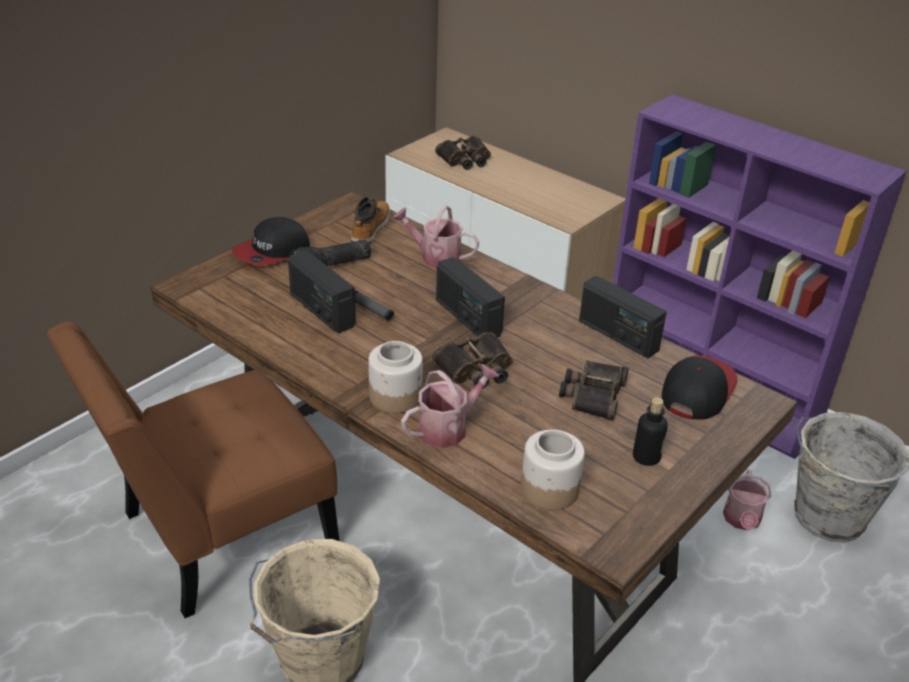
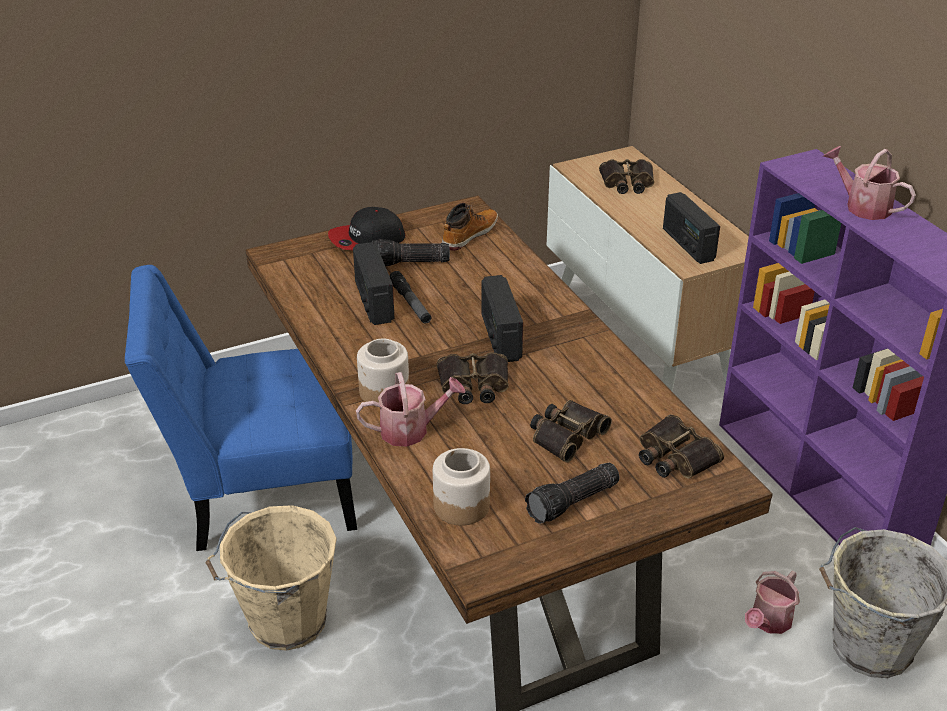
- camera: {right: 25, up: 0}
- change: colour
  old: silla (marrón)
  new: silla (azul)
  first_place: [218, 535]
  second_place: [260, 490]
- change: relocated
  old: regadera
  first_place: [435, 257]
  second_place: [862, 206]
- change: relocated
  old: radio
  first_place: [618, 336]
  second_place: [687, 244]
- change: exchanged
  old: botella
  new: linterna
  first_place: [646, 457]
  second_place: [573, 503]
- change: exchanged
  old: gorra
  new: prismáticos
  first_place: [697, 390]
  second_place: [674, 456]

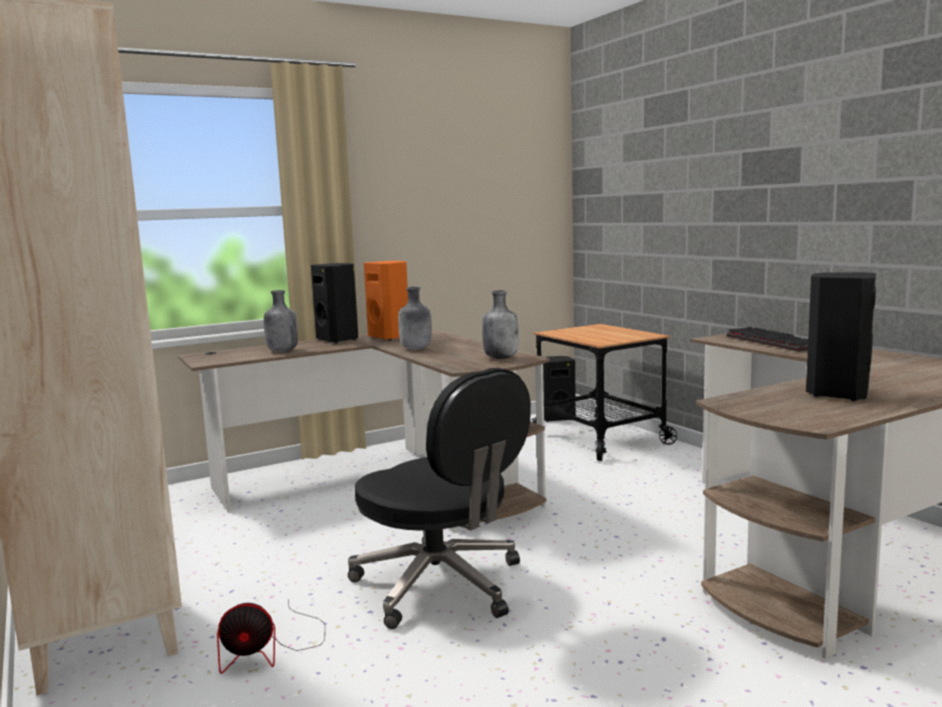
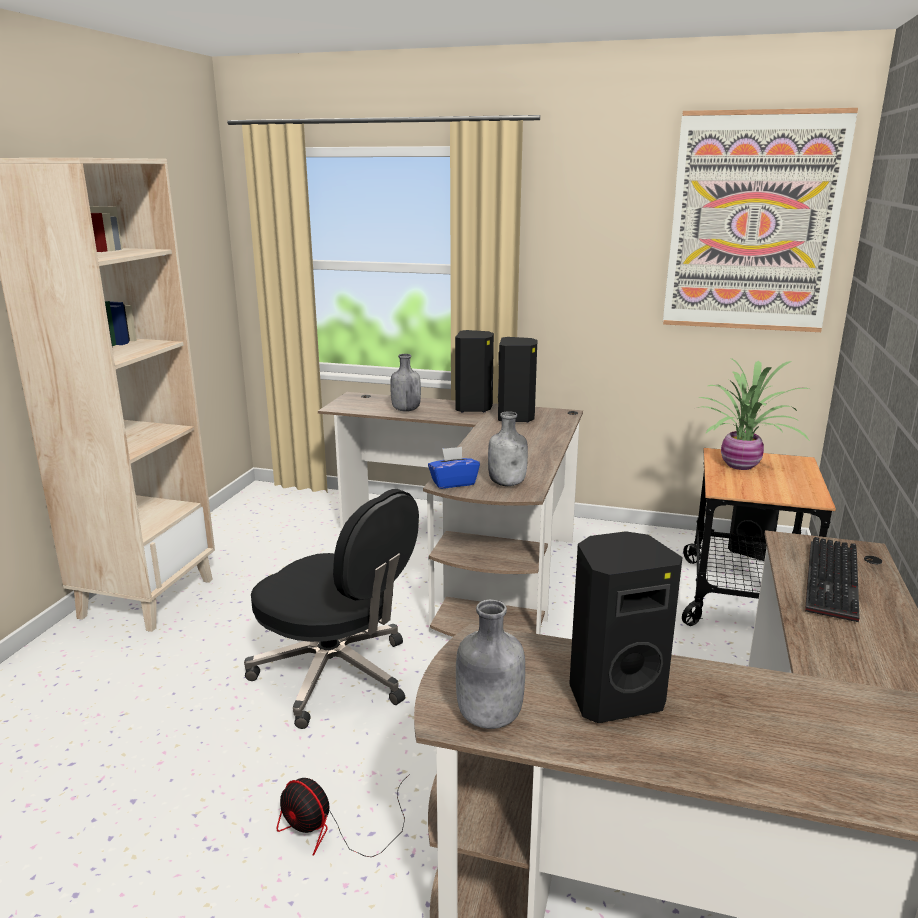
- camera: {right: 45, up: 10}
- change: relocated
  old: ventilador
  first_place: [270, 649]
  second_place: [335, 830]
- change: spun
  old: silla de oficina (negro)
  first_place: [441, 585]
  second_place: [336, 675]
  degrees: -60
- change: colour
  old: altavoz (naranja)
  new: altavoz (negro)
  first_place: [391, 337]
  second_place: [516, 418]
- change: relocated
  old: botella (gris)
  first_place: [416, 349]
  second_place: [488, 718]
- change: appeared
  new: caja de pañuelos (azul)
  second_place: [453, 483]
- change: appeared
  new: cuadro
  second_place: [753, 223]
- change: appeared
  new: planta en maceta
  second_place: [741, 466]

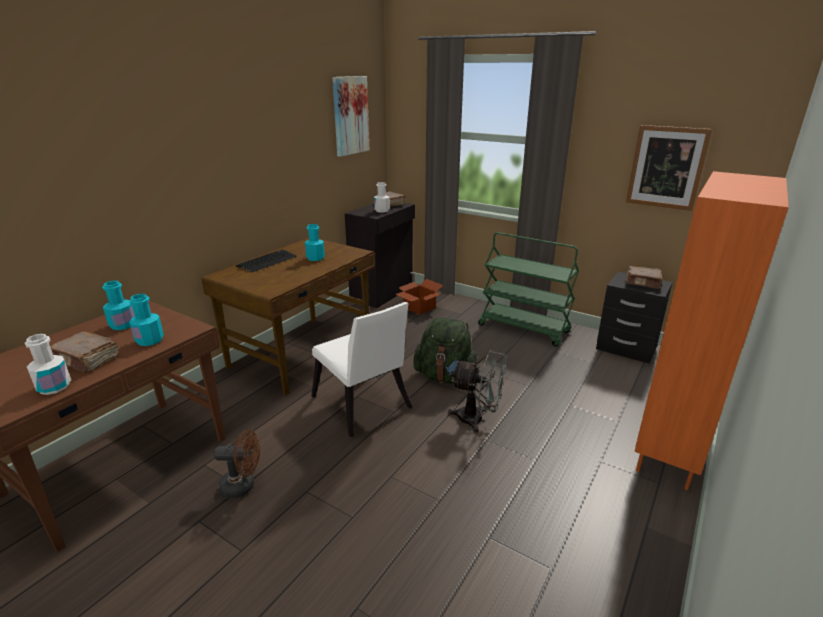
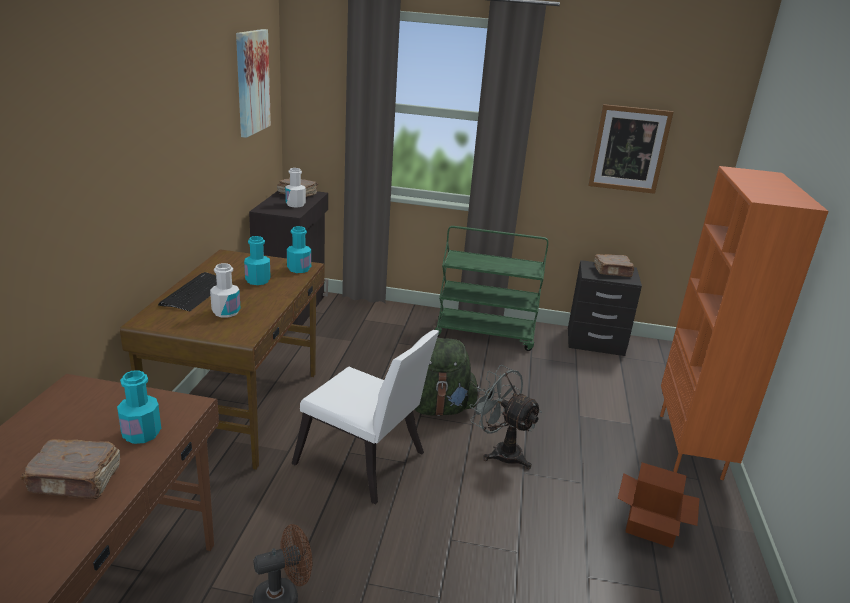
- camera: {right: -25, up: 0}
- change: relocated
  old: botella (blanco)
  first_place: [54, 387]
  second_place: [226, 312]
- change: relocated
  old: botella (turquesa)
  first_place: [123, 325]
  second_place: [299, 269]
- change: relocated
  old: caja de cartón
  first_place: [418, 307]
  second_place: [649, 526]
- change: spun
  old: ventilador (gris)
  first_place: [477, 419]
  second_place: [500, 451]
  degrees: -135

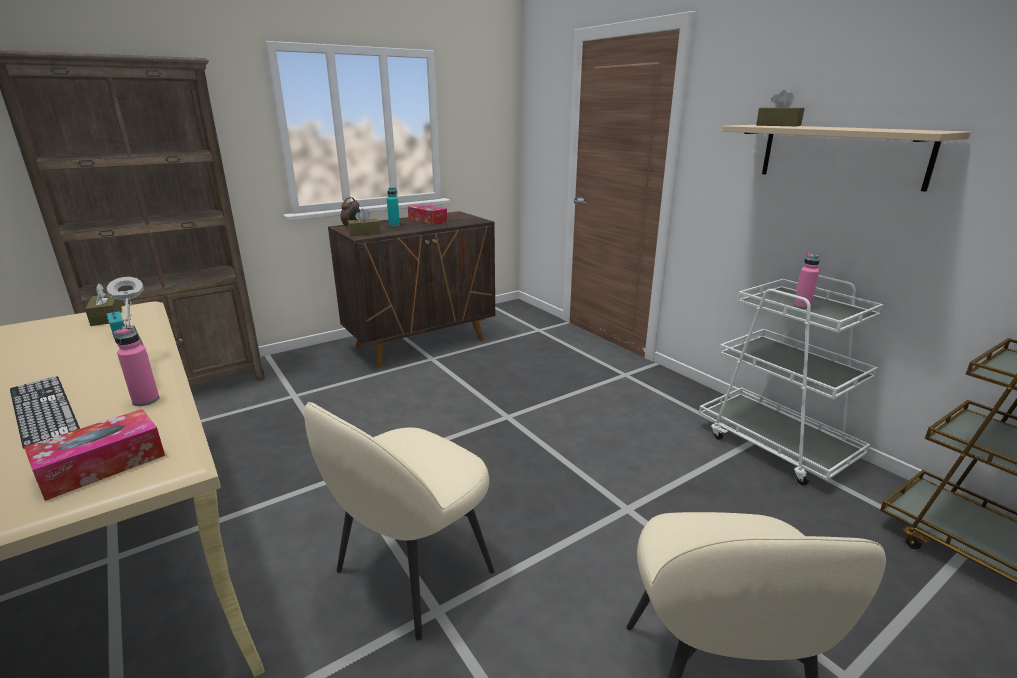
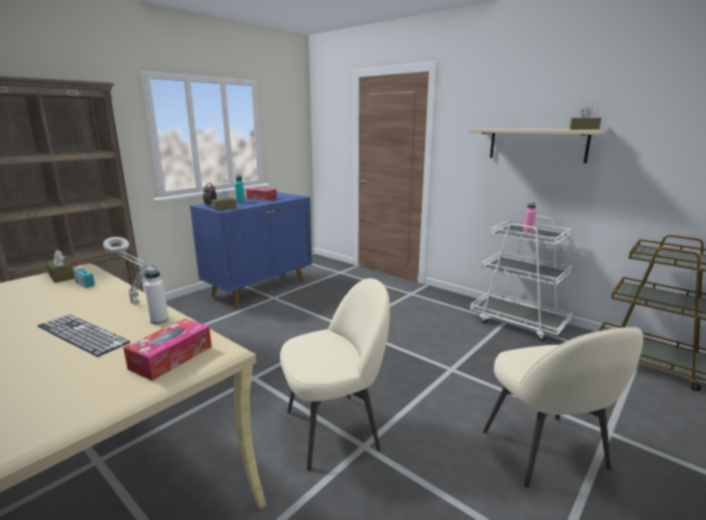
- camera: {right: -15, up: -5}
- change: colour
  old: botella (rosa)
  new: botella (blanco)
  first_place: [146, 400]
  second_place: [159, 320]
- change: spun
  old: silla (beis)
  first_place: [411, 574]
  second_place: [334, 428]
  degrees: -135
- change: colour
  old: armario (marrón)
  new: armario (azul)
  first_place: [422, 342]
  second_place: [260, 288]
- change: relocated
  old: caja de pañuelos (marrón)
  first_place: [778, 125]
  second_place: [584, 129]

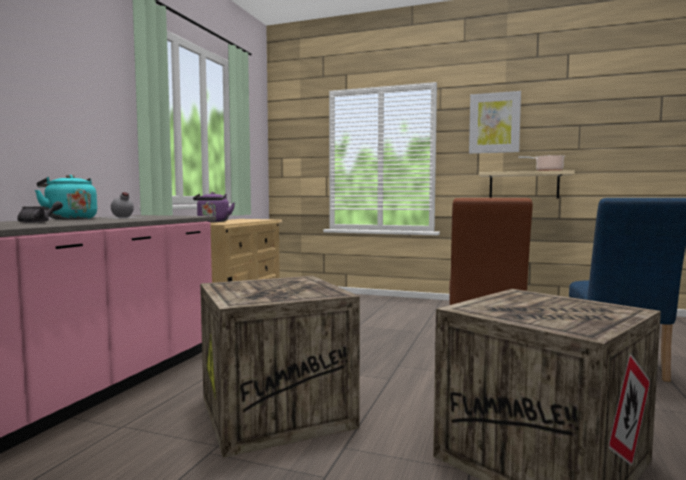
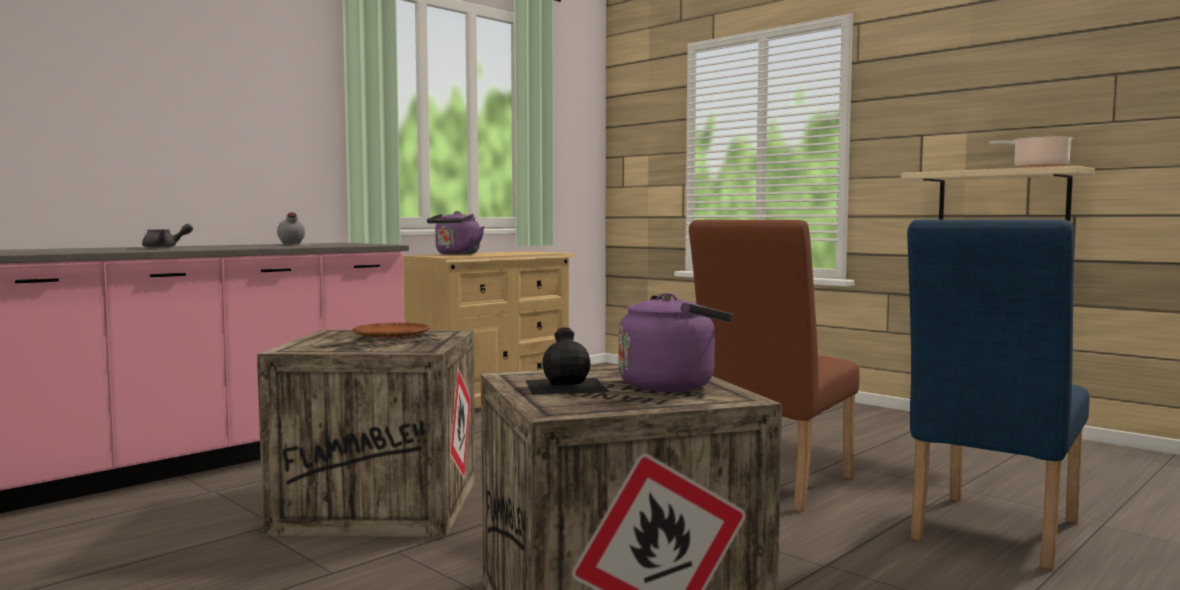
- camera: {right: 25, up: 0}
- change: missing
  old: hervidor (turquesa)
  first_place: [69, 219]
- change: missing
  old: cuadro
  first_place: [494, 123]
- change: appeared
  new: plato (marrón)
  second_place: [391, 335]
- change: appeared
  new: botella (negro)
  second_place: [567, 385]
- change: appeared
  new: hervidor (morado)
  second_place: [672, 385]

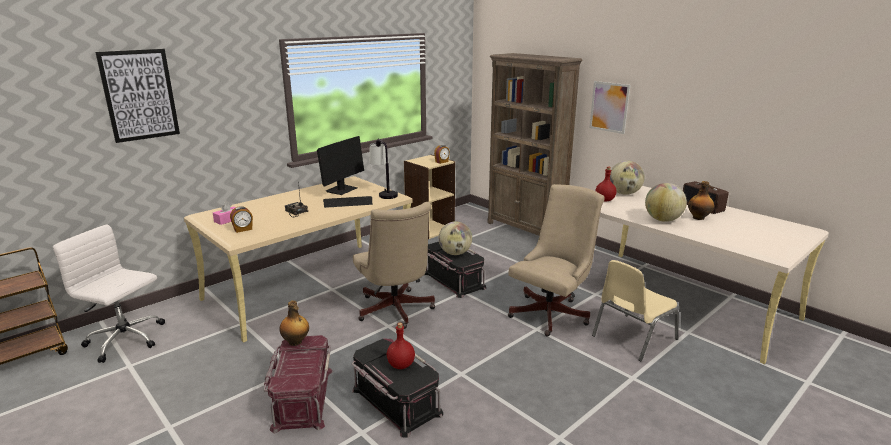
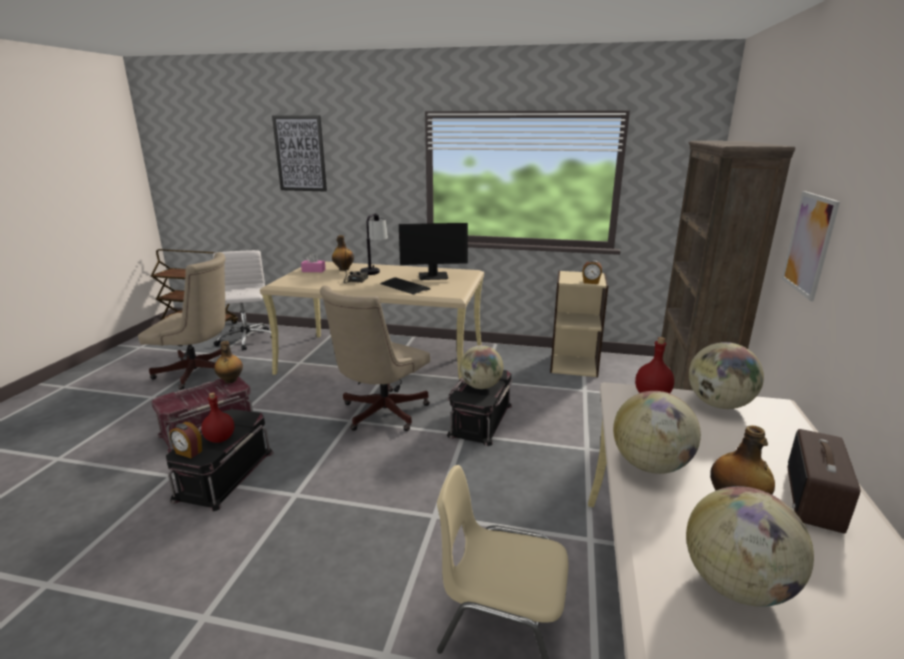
- camera: {right: 55, up: 0}
- change: relocated
  old: despertador
  first_place: [243, 229]
  second_place: [188, 452]
- change: relocated
  old: lámpara de mesa
  first_place: [383, 193]
  second_place: [374, 270]
- change: relocated
  old: silla de oficina (beis)
  first_place: [552, 313]
  second_place: [200, 373]
- change: appeared
  new: botella
  second_place: [343, 269]
- change: appeared
  new: globo terráqueo
  second_place: [736, 585]

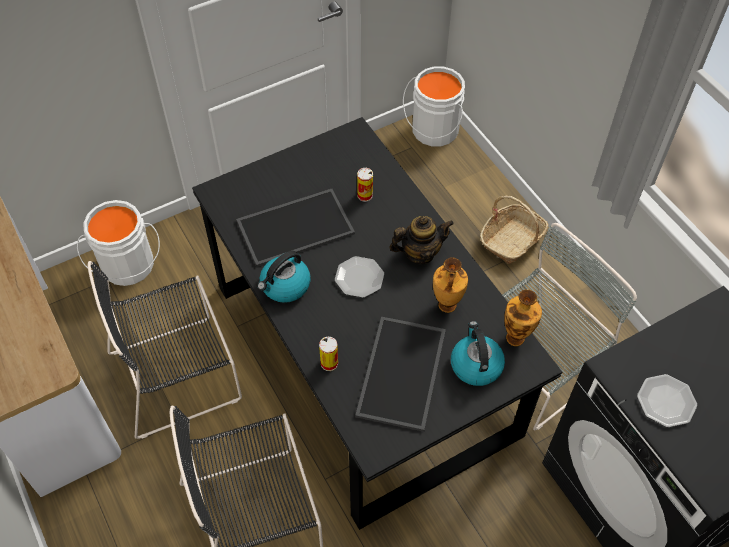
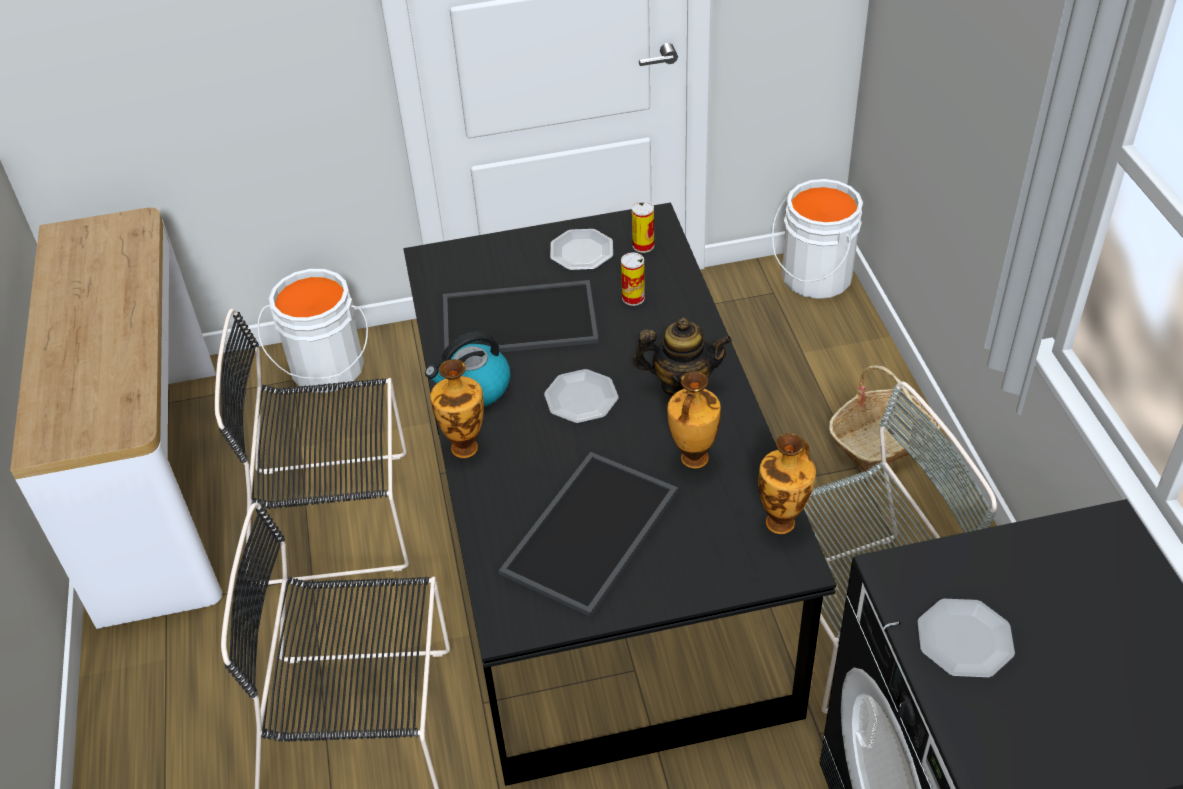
- camera: {right: 20, up: -10}
- change: relocated
  old: lata
  first_place: [329, 363]
  second_place: [643, 245]
- change: missing
  old: hervidor
  first_place: [475, 365]
- change: appeared
  new: florero
  second_place: [465, 446]
- change: appeared
  new: plato
  second_place: [581, 252]

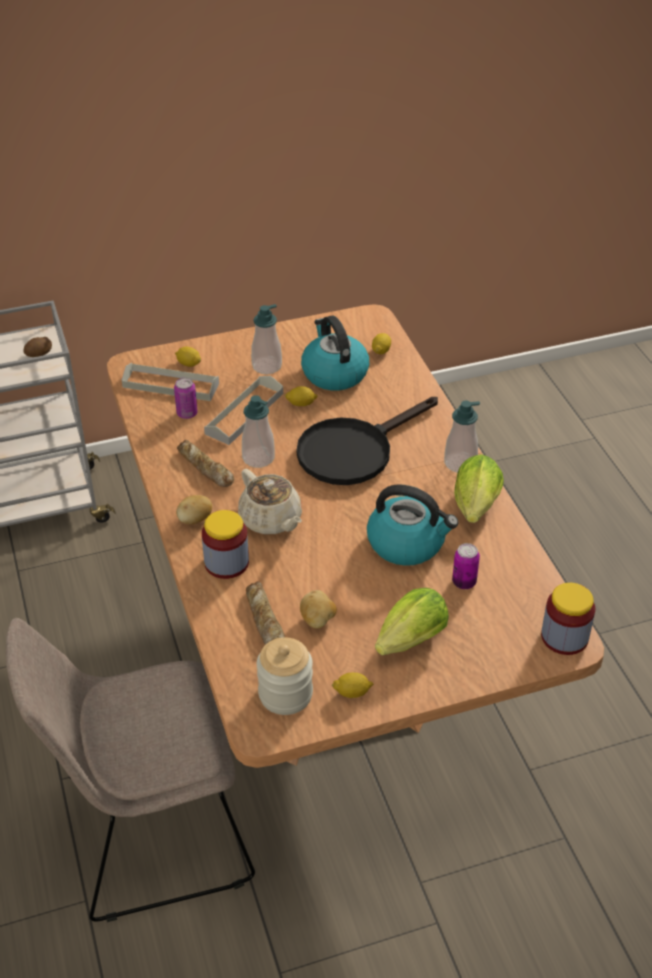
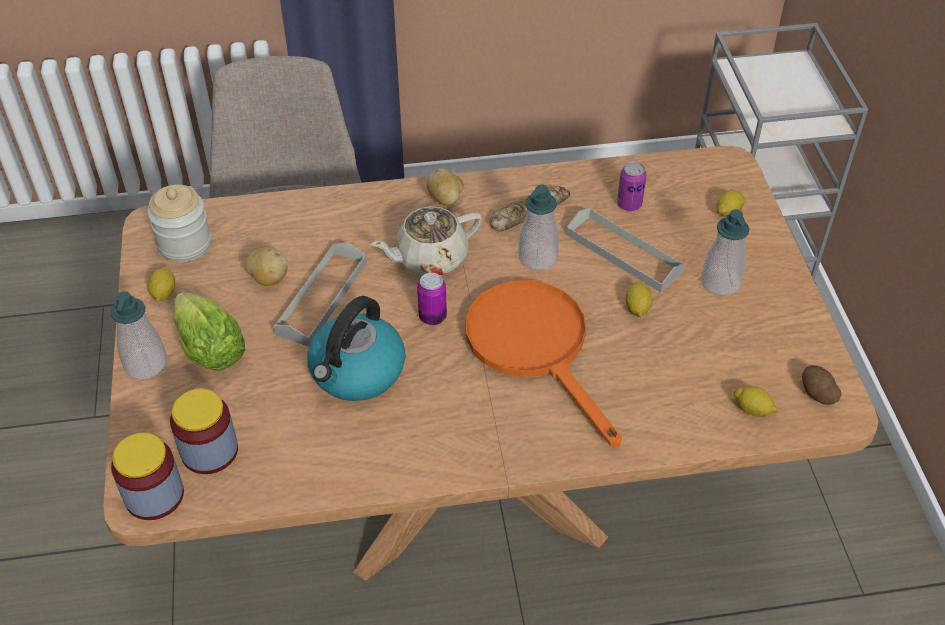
- camera: {right: 100, up: 5}
- change: relocated
  old: patata
  first_place: [39, 354]
  second_place: [817, 393]
- change: relocated
  old: bandeja (gris)
  first_place: [171, 385]
  second_place: [321, 297]
- change: relocated
  old: tarro
  first_place: [226, 563]
  second_place: [209, 451]
- change: missing
  old: pan
  first_place: [264, 621]
- change: colour
  old: sartén (negro)
  new: sartén (naranja)
  first_place: [354, 450]
  second_place: [536, 347]
- change: missing
  old: hervidor
  first_place: [334, 373]
- change: relocated
  old: dispensador de jabón
  first_place: [460, 463]
  second_place: [146, 364]
- change: relocated
  old: lata
  first_place: [464, 582]
  second_place: [432, 317]
- change: missing
  old: lechuga
  first_place: [475, 509]

